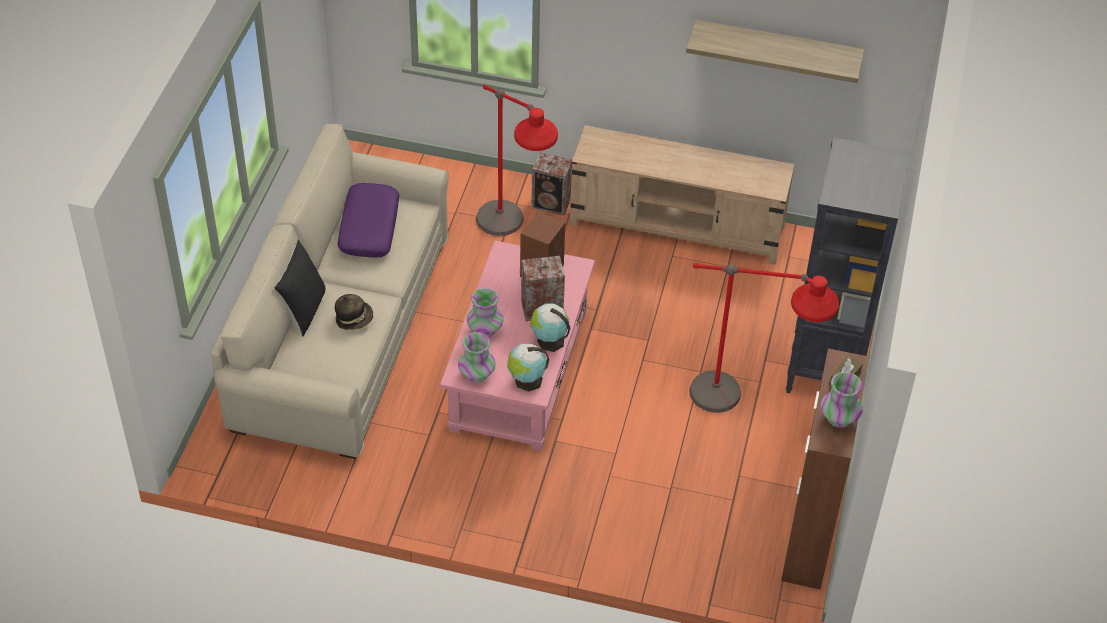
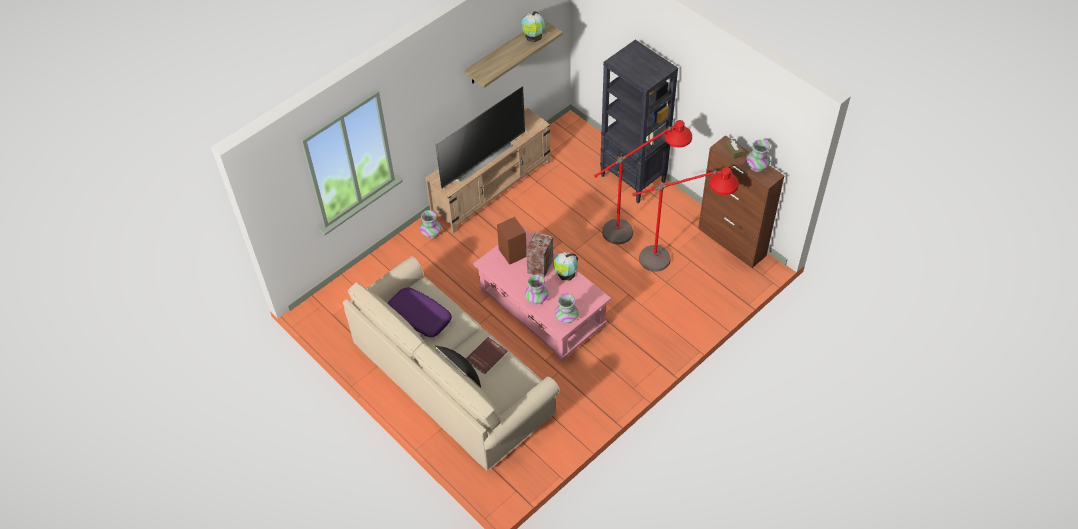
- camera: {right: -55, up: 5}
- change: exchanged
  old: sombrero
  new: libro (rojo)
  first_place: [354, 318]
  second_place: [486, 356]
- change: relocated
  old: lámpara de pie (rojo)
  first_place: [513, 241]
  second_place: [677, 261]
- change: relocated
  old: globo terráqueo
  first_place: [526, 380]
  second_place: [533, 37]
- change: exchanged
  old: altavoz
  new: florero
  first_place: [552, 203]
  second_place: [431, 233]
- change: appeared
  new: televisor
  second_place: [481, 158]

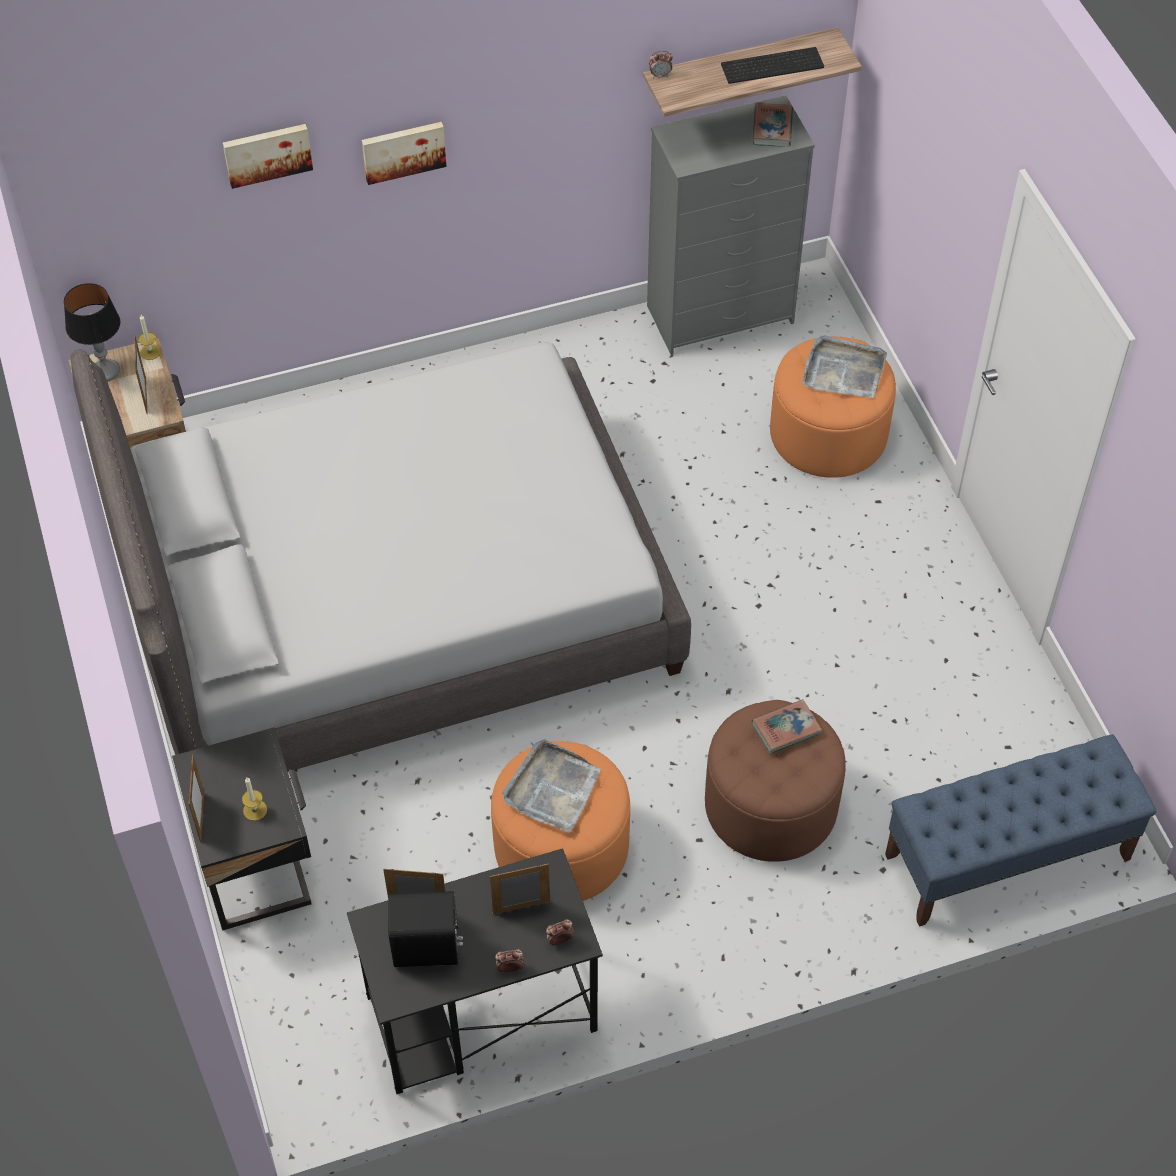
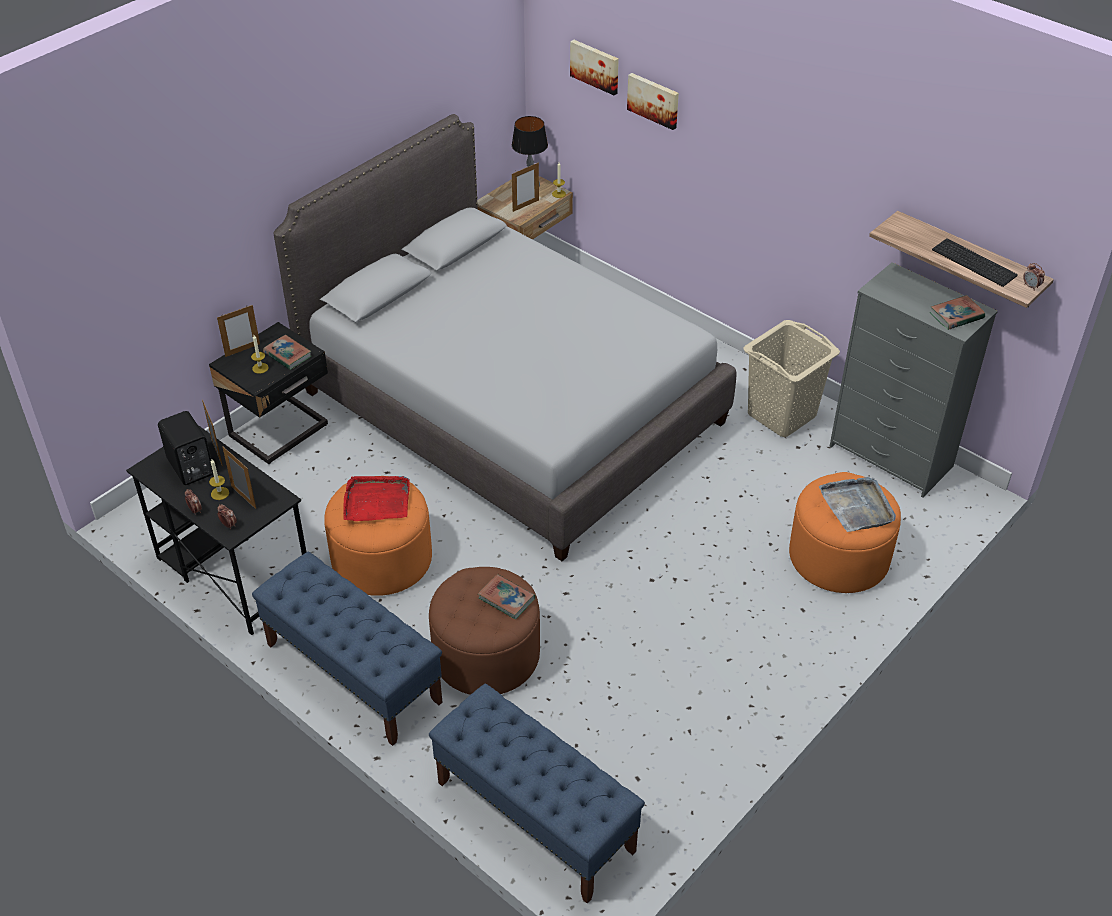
- camera: {right: 60, up: -10}
- change: relocated
  old: cuadro
  first_place: [403, 150]
  second_place: [595, 66]
- change: colour
  old: bandeja (gris)
  new: bandeja (rojo)
  first_place: [552, 789]
  second_place: [376, 501]
- change: relocated
  old: despertador
  first_place: [660, 75]
  second_place: [1031, 286]
- change: appeared
  new: vela
  second_place: [220, 493]
- change: appeared
  new: banco (azul)
  second_place: [352, 673]
- change: appeared
  new: libro
  second_place: [287, 355]
- change: appeared
  new: cesto de la ropa (beis)
  second_place: [782, 415]

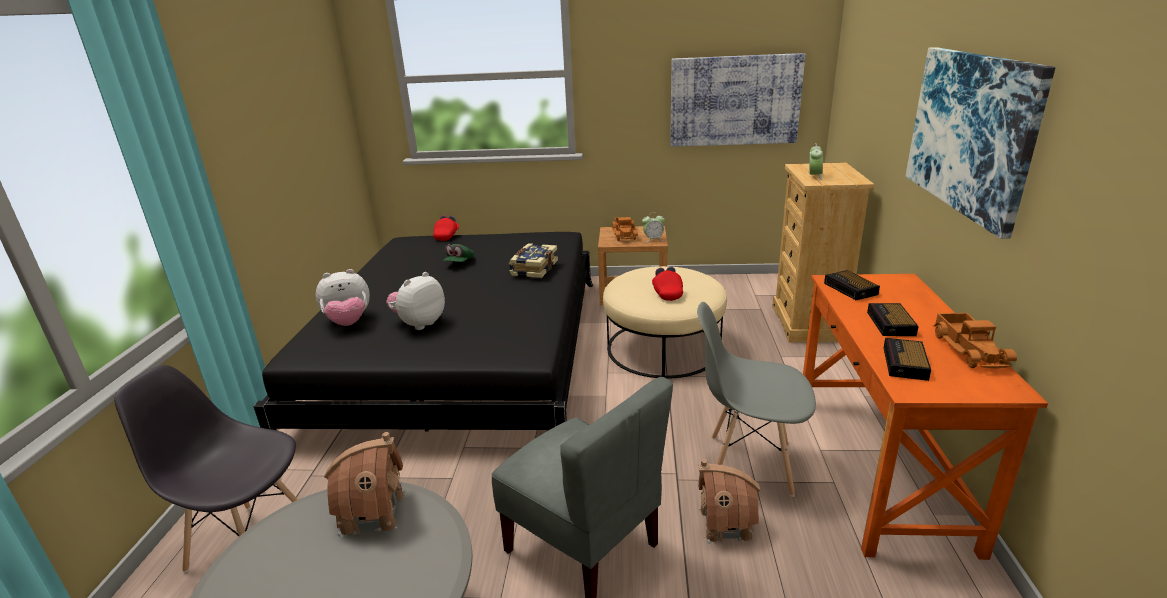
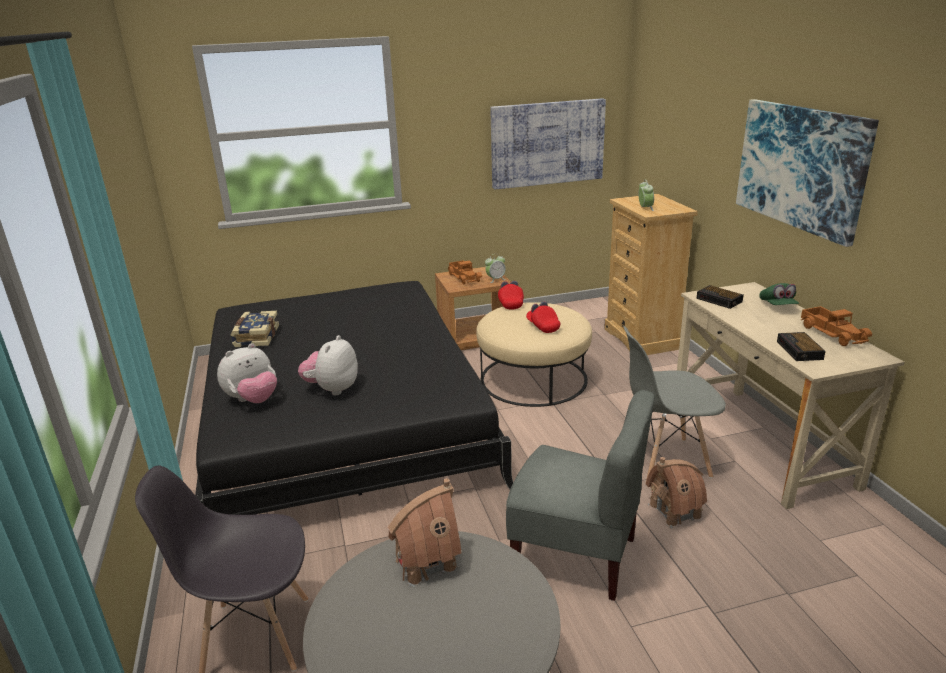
- camera: {right: -20, up: 0}
- change: relocated
  old: gorra (rojo)
  first_place: [447, 236]
  second_place: [510, 303]
- change: relocated
  old: gorra (verde)
  first_place: [459, 263]
  second_place: [777, 306]
- change: relocated
  old: libro
  first_place: [533, 268]
  second_place: [255, 337]
- change: colour
  old: escritorio (naranja)
  new: escritorio (beis)
  first_place: [879, 468]
  second_place: [760, 443]
- change: missing
  old: despertador
  first_place: [891, 324]

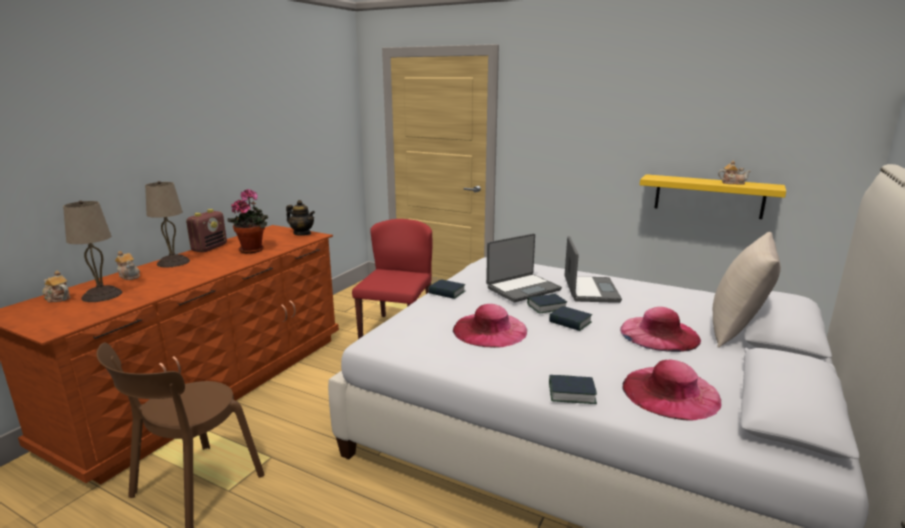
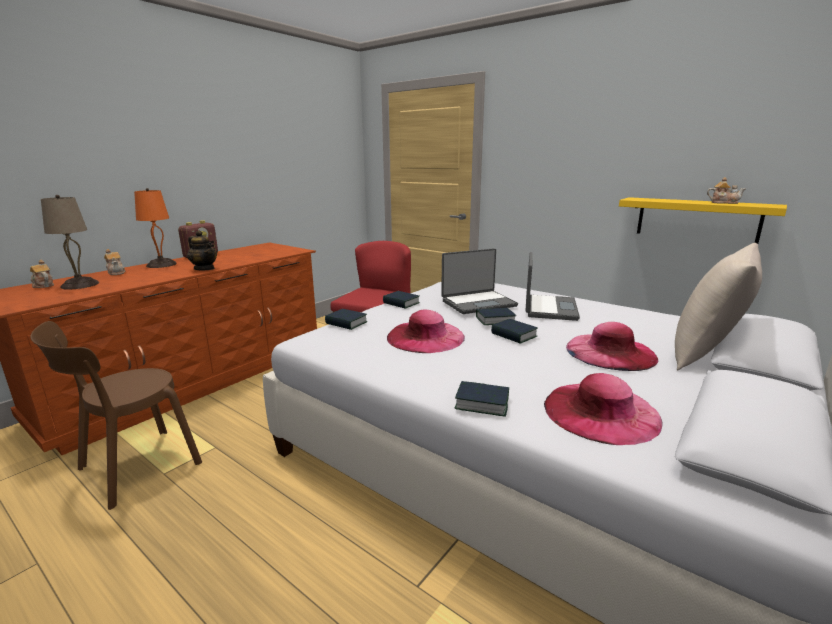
- camera: {right: 10, up: 0}
- change: colour
  old: lámpara de mesa (beis)
  new: lámpara de mesa (naranja)
  first_place: [174, 262]
  second_place: [162, 264]
- change: missing
  old: planta en maceta
  first_place: [253, 249]
- change: relocated
  old: tetera
  first_place: [302, 234]
  second_place: [204, 269]
- change: appeared
  new: libro
  second_place: [346, 323]

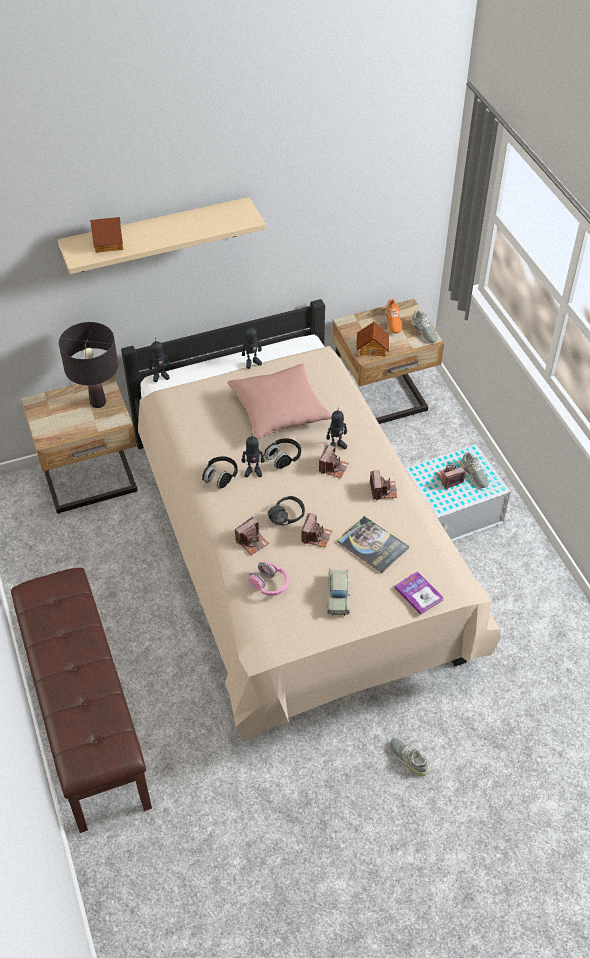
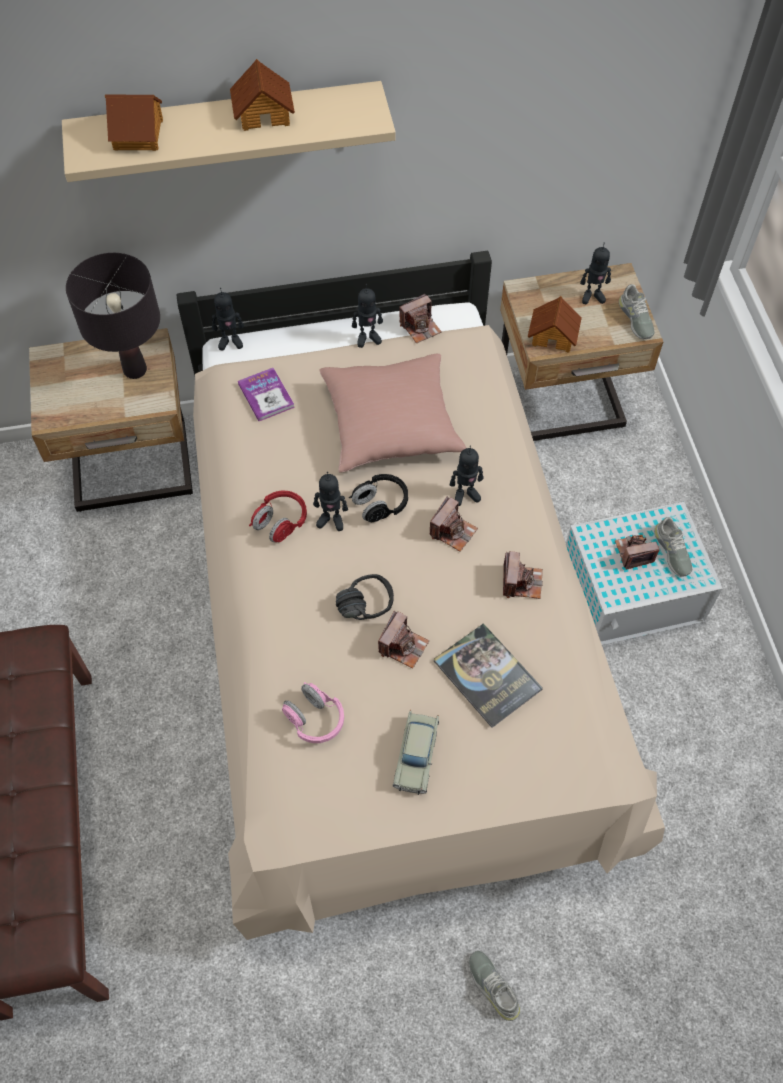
- camera: {right: 10, up: 10}
- change: colour
  old: auriculares (negro)
  new: auriculares (rojo)
  first_place: [220, 477]
  second_place: [280, 522]
- change: relocated
  old: cámara
  first_place: [252, 541]
  second_place: [420, 327]
- change: exchanged
  old: zapato (naranja)
  new: robot de juguete
  first_place: [393, 321]
  second_place: [592, 296]
- change: relocated
  old: libro
  first_place: [418, 593]
  second_place: [266, 395]
- change: appeared
  new: casita
  second_place: [264, 113]

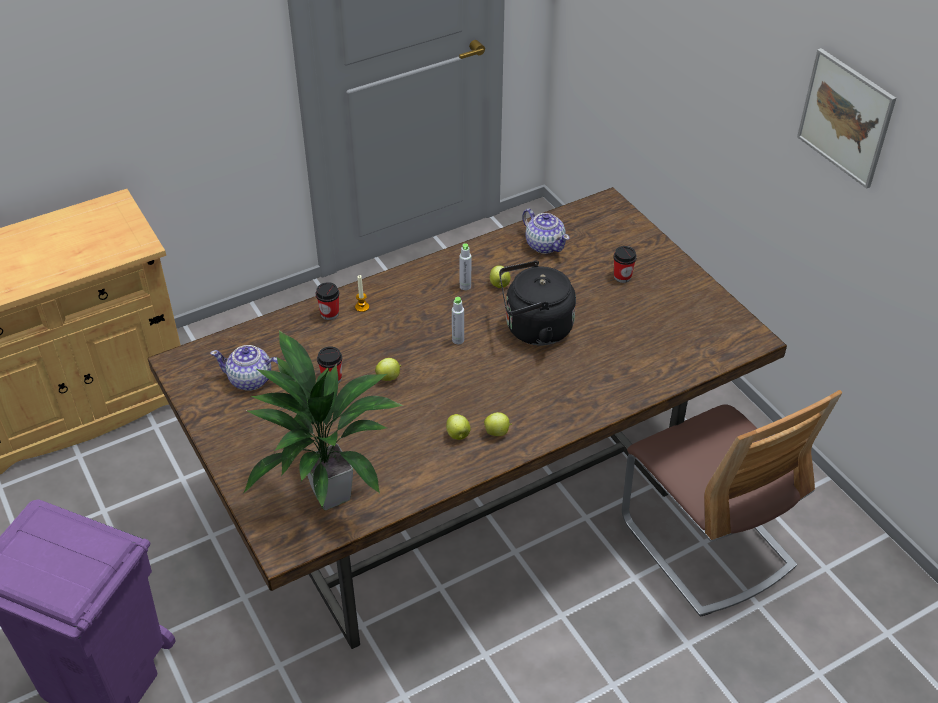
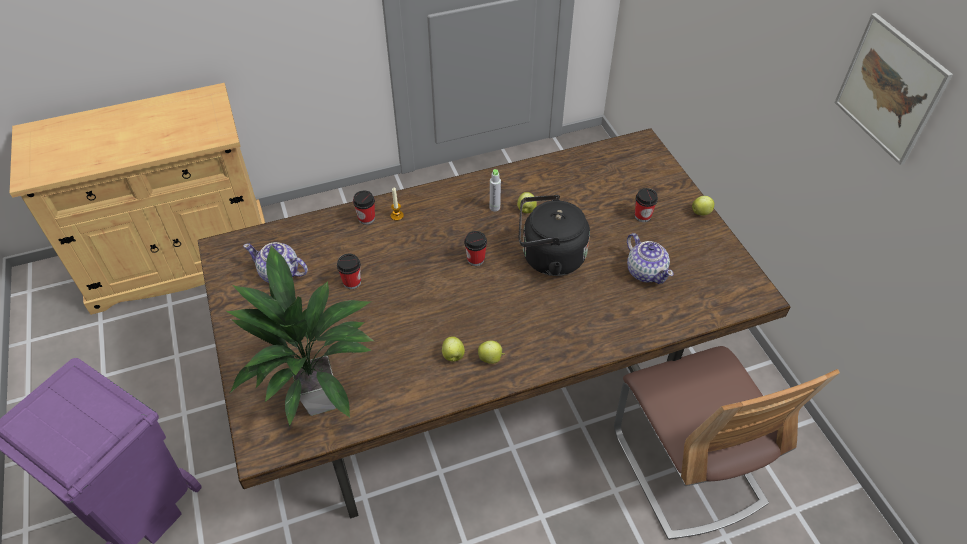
- camera: {right: 10, up: 5}
- change: relocated
  old: manzana
  first_place: [389, 377]
  second_place: [701, 212]
- change: exchanged
  old: botella (gris)
  new: taza
  first_place: [458, 340]
  second_place: [475, 259]
- change: relocated
  old: tetera
  first_place: [544, 245]
  second_place: [646, 271]

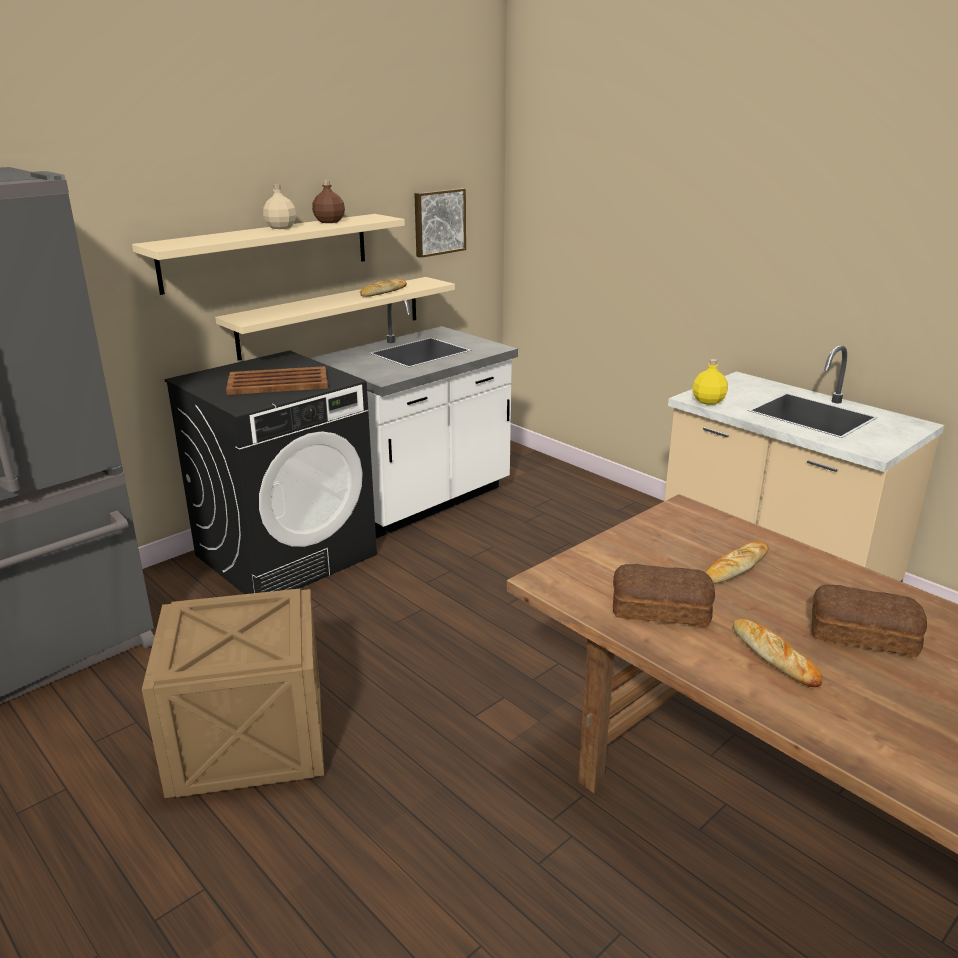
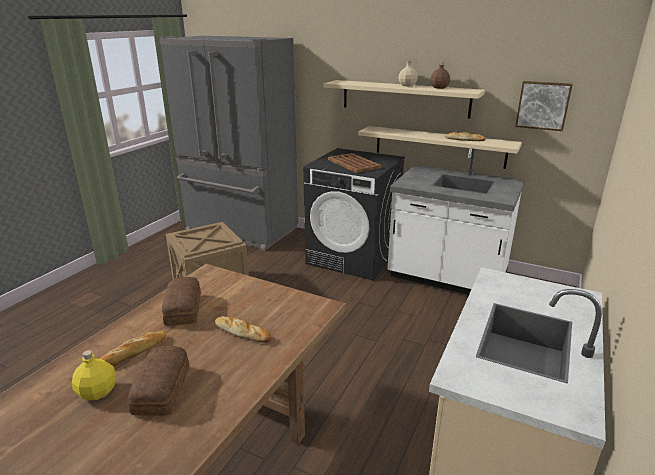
- camera: {right: 70, up: 0}
- change: relocated
  old: botella (amarillo)
  first_place: [708, 401]
  second_place: [98, 392]

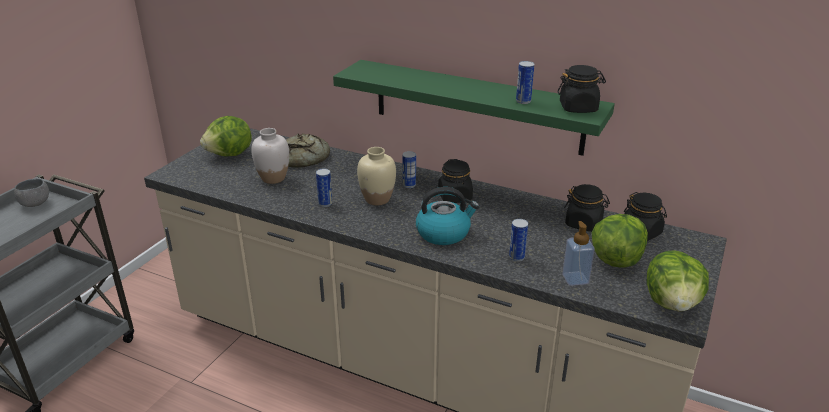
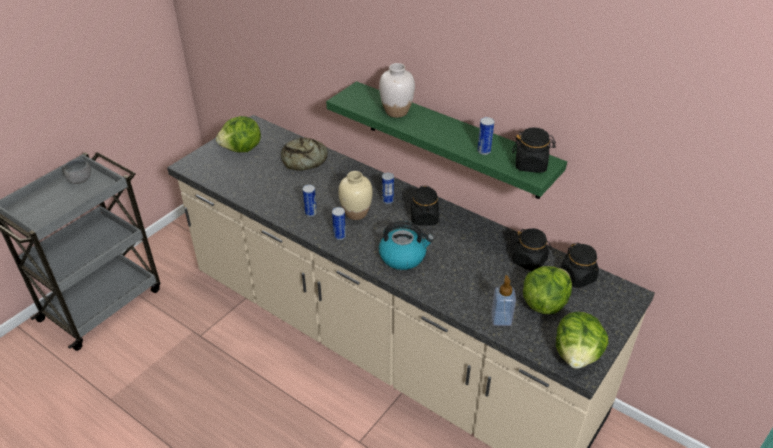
- camera: {right: 10, up: 10}
- change: relocated
  old: florero (blanco)
  first_place: [273, 178]
  second_place: [396, 111]
- change: relocated
  old: lata
  first_place: [516, 257]
  second_place: [339, 236]

